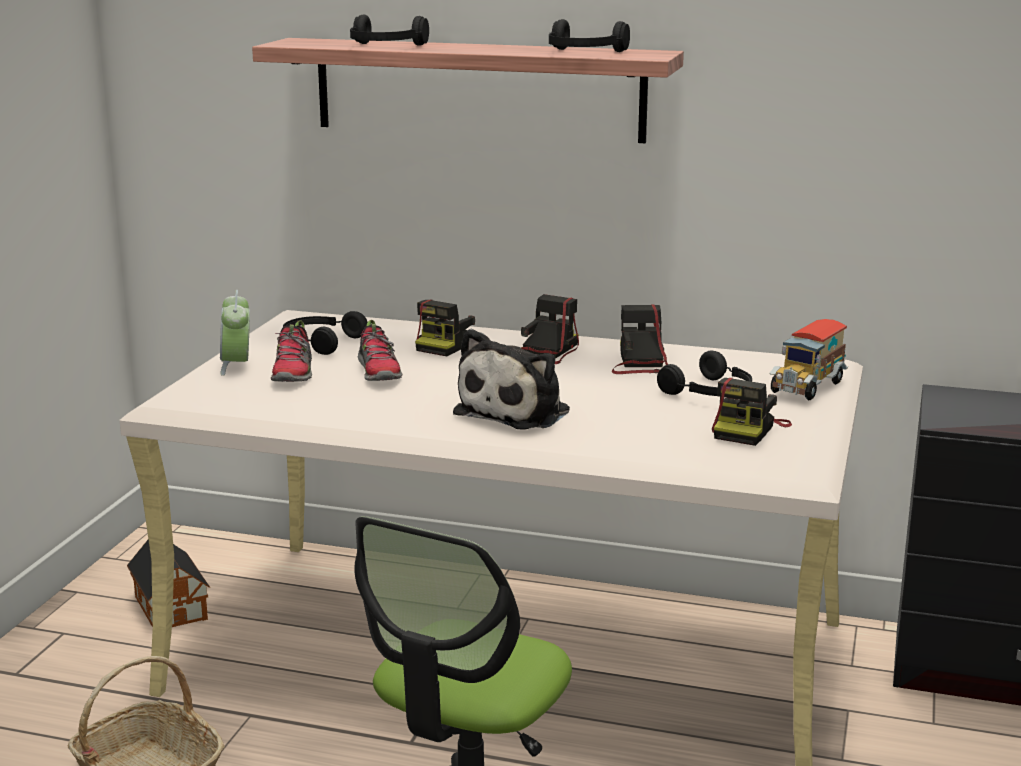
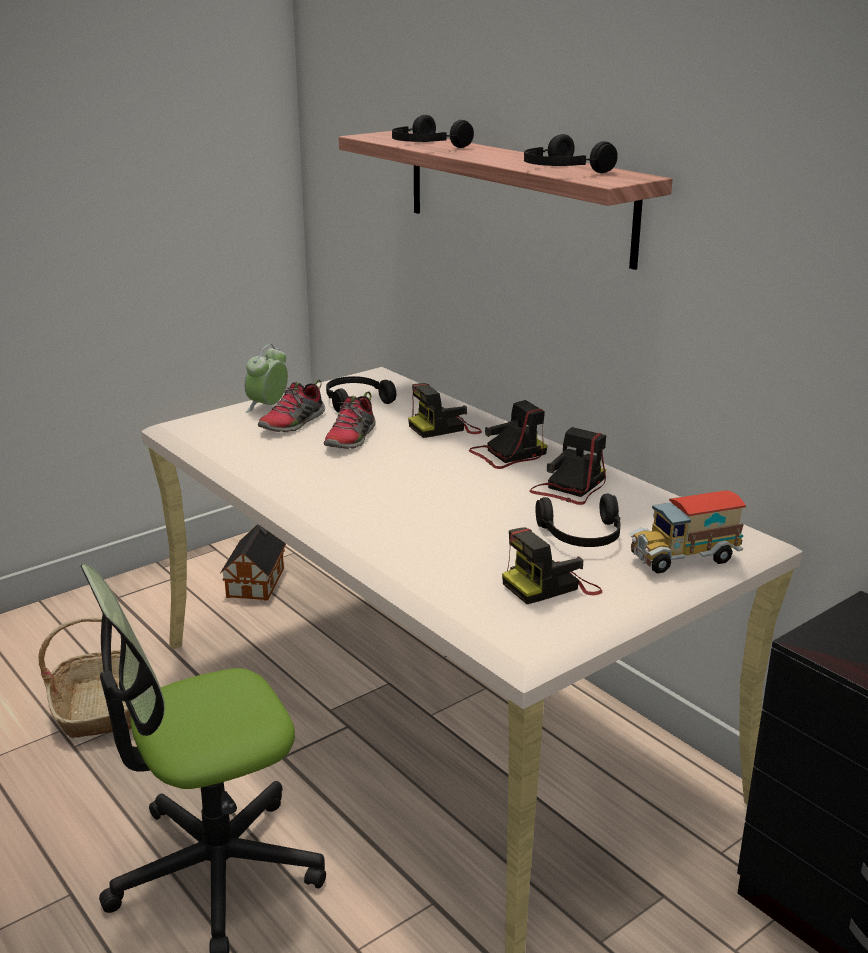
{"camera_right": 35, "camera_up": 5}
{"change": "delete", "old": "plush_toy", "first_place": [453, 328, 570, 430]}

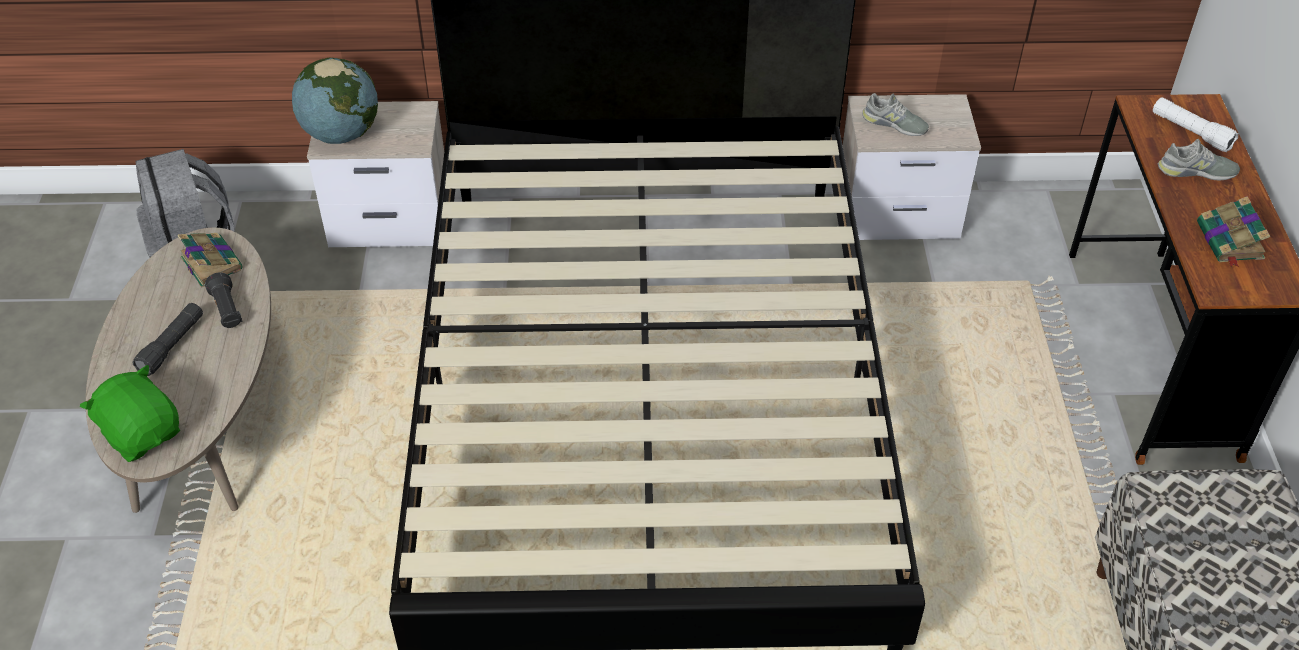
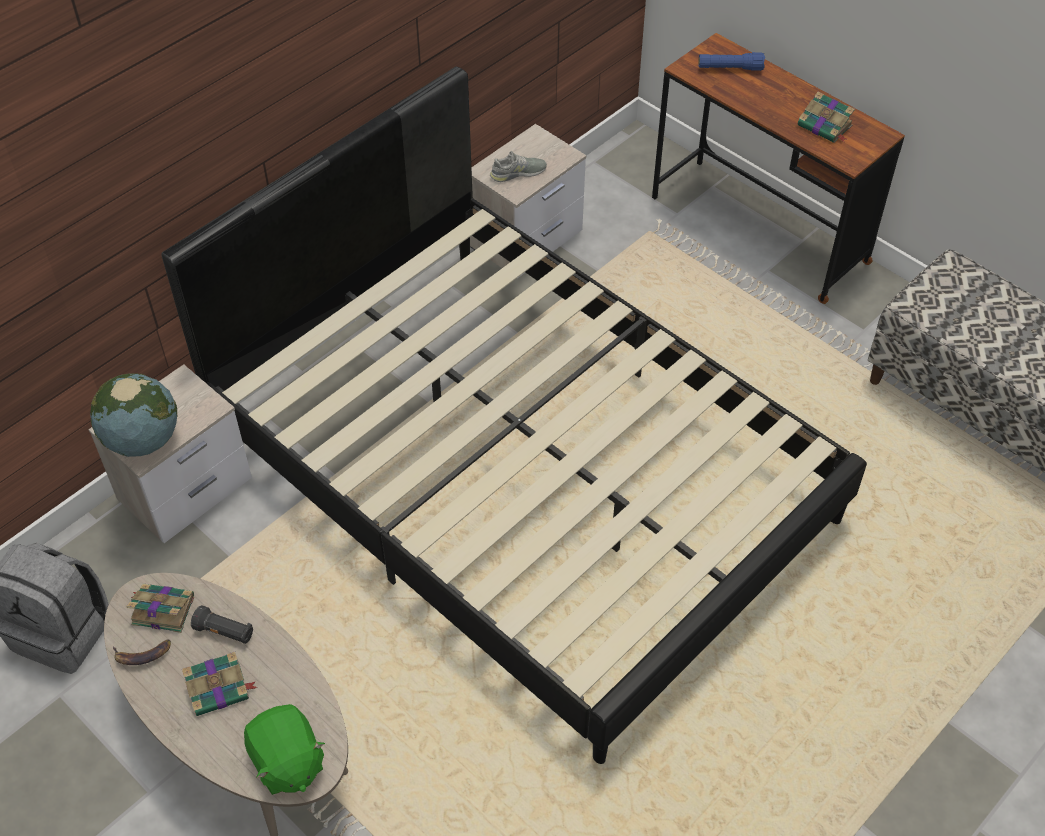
{"camera_right": -45, "camera_up": 5}
{"change": "rotate", "old": "green_plush_toy", "first_place": [80, 365, 180, 462], "second_place": [244, 704, 325, 795], "degrees": -120}
{"change": "replace", "old": "black_flashlight", "new": "book", "first_place": [133, 303, 203, 376], "second_place": [182, 652, 258, 716]}
{"change": "recolor", "old": "white_flashlight", "new": "blue_flashlight", "first_place": [1153, 98, 1238, 152], "second_place": [698, 52, 765, 71]}
{"change": "delete", "old": "grey_shoe", "first_place": [1158, 139, 1240, 180]}
{"change": "insert", "new": "banana", "second_place": [113, 639, 171, 665]}

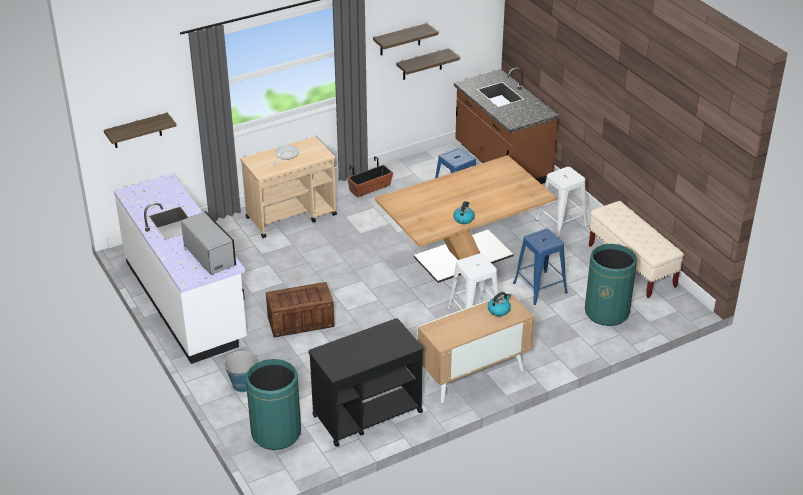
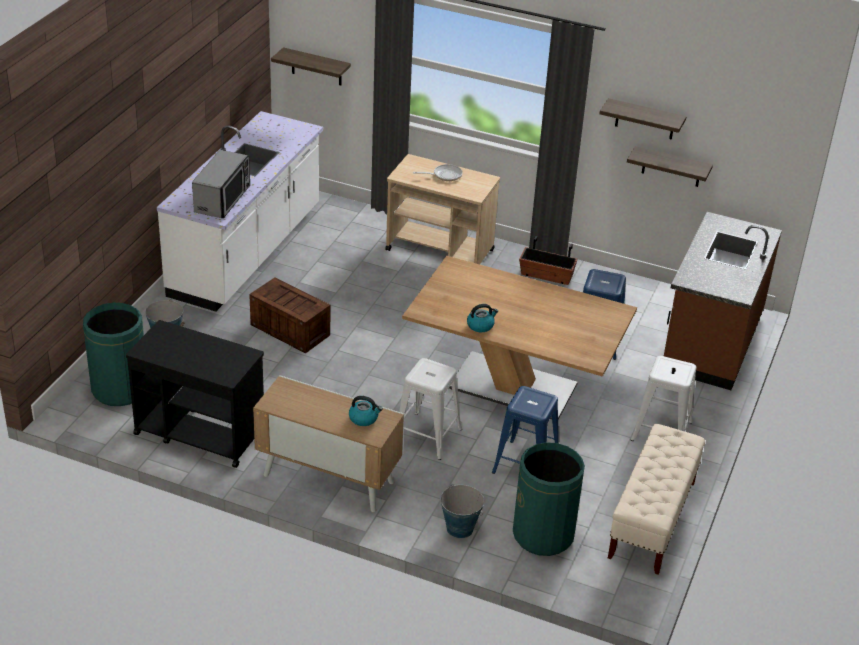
{"camera_right": 50, "camera_up": 0}
{"change": "insert", "new": "bucket", "second_place": [441, 485, 484, 538]}

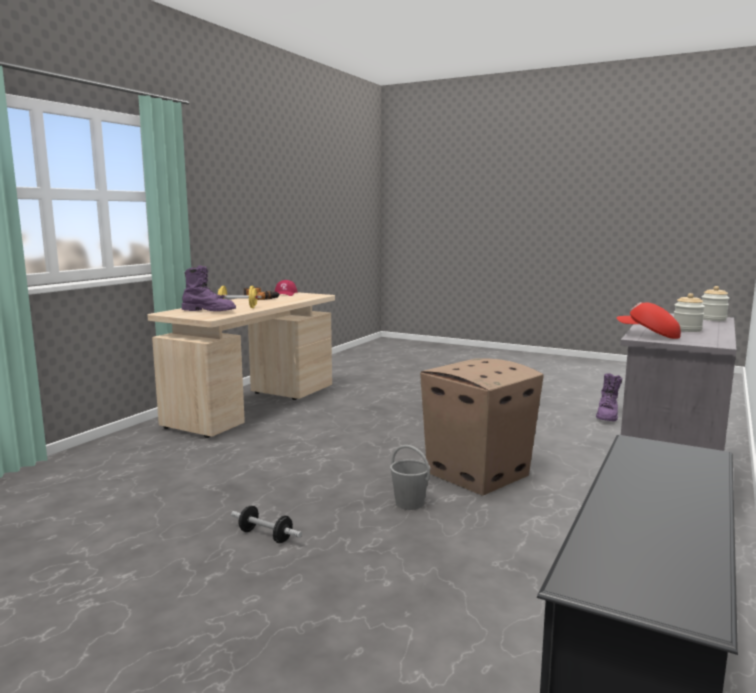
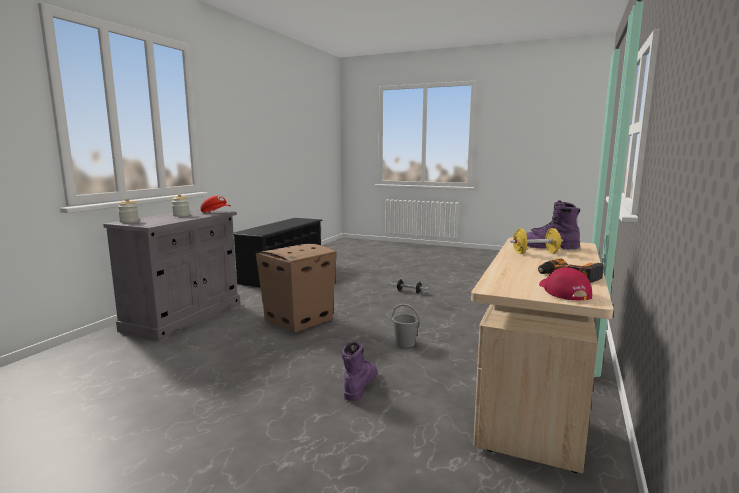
{"camera_right": 175, "camera_up": 0}
{"change": "move", "old": "grey_bucket", "first_place": [390, 445, 430, 510], "second_place": [392, 304, 420, 348]}
{"change": "move", "old": "purple_boot", "first_place": [596, 373, 622, 421], "second_place": [341, 342, 377, 401]}

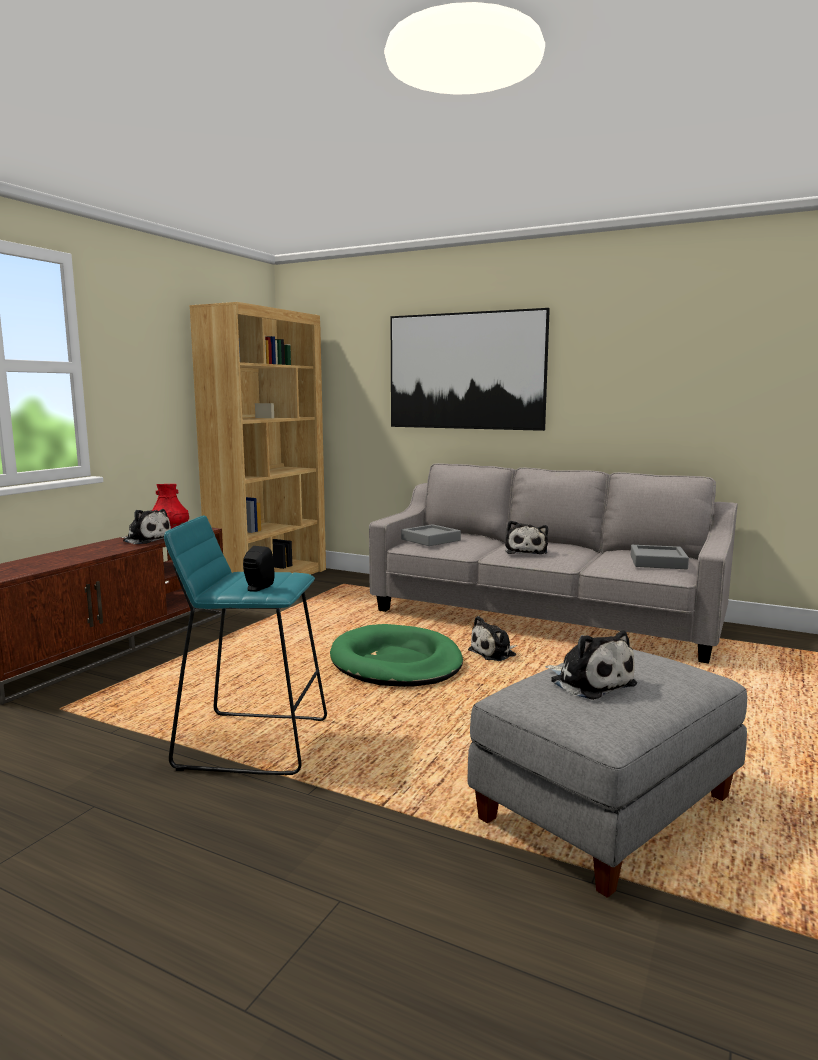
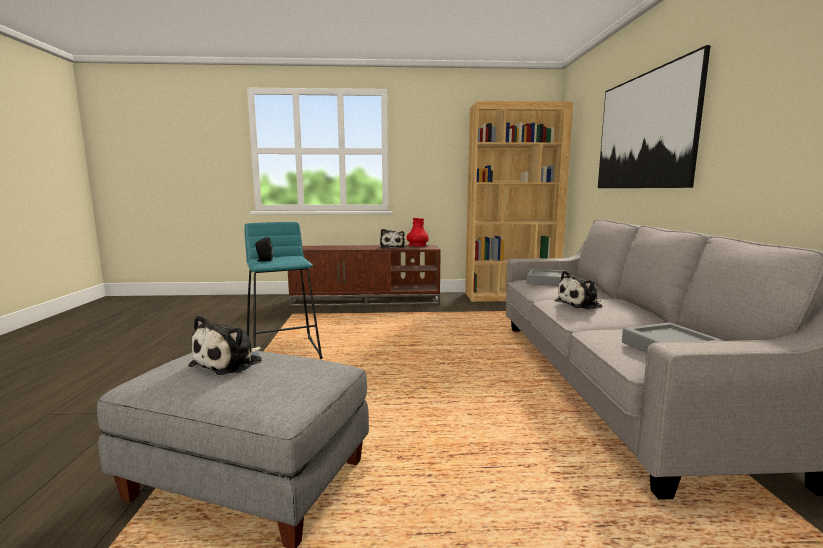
{"camera_right": 60, "camera_up": 0}
{"change": "delete", "old": "green_dog_bed", "first_place": [330, 624, 463, 687]}
{"change": "delete", "old": "plush_toy", "first_place": [468, 616, 517, 661]}

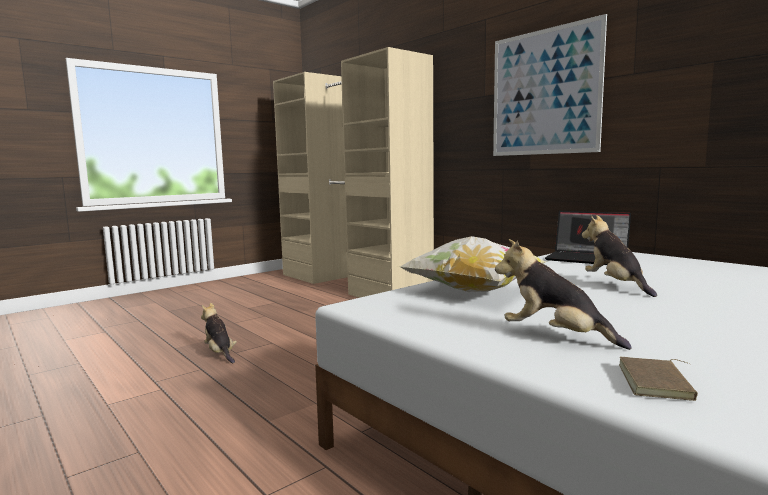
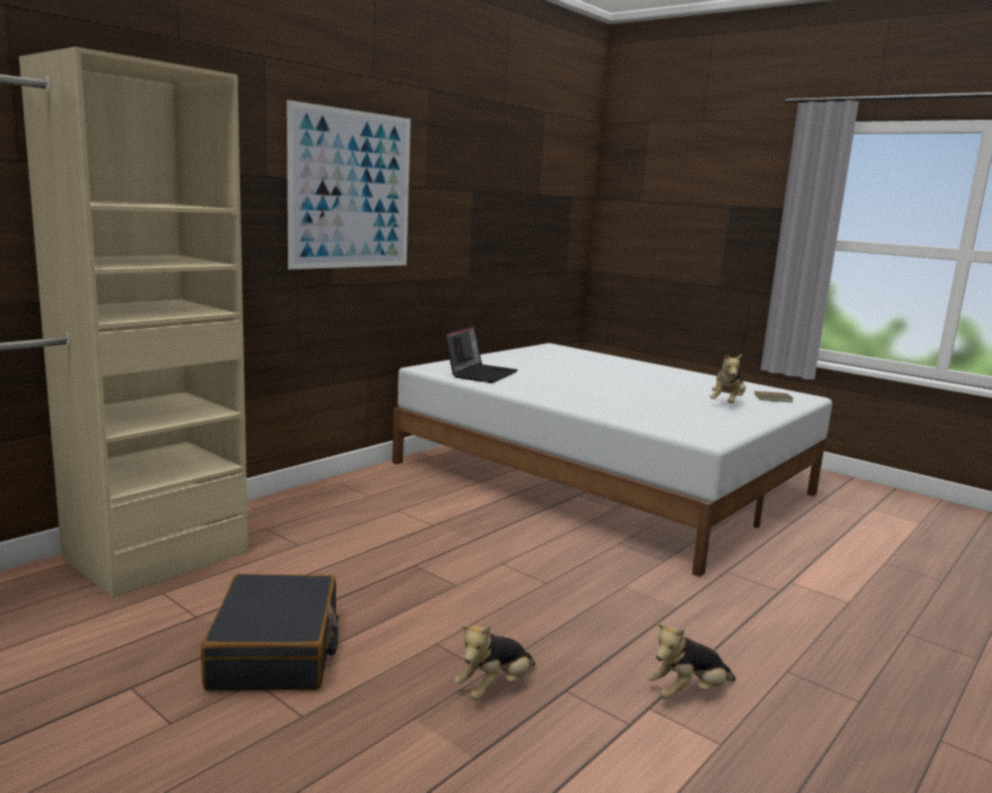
{"camera_right": -100, "camera_up": 5}
{"change": "delete", "old": "pillow", "first_place": [399, 236, 547, 292]}
{"change": "move", "old": "plush_toy", "first_place": [582, 215, 657, 297], "second_place": [648, 623, 735, 699]}
{"change": "insert", "new": "black_suitcase", "second_place": [201, 574, 339, 691]}

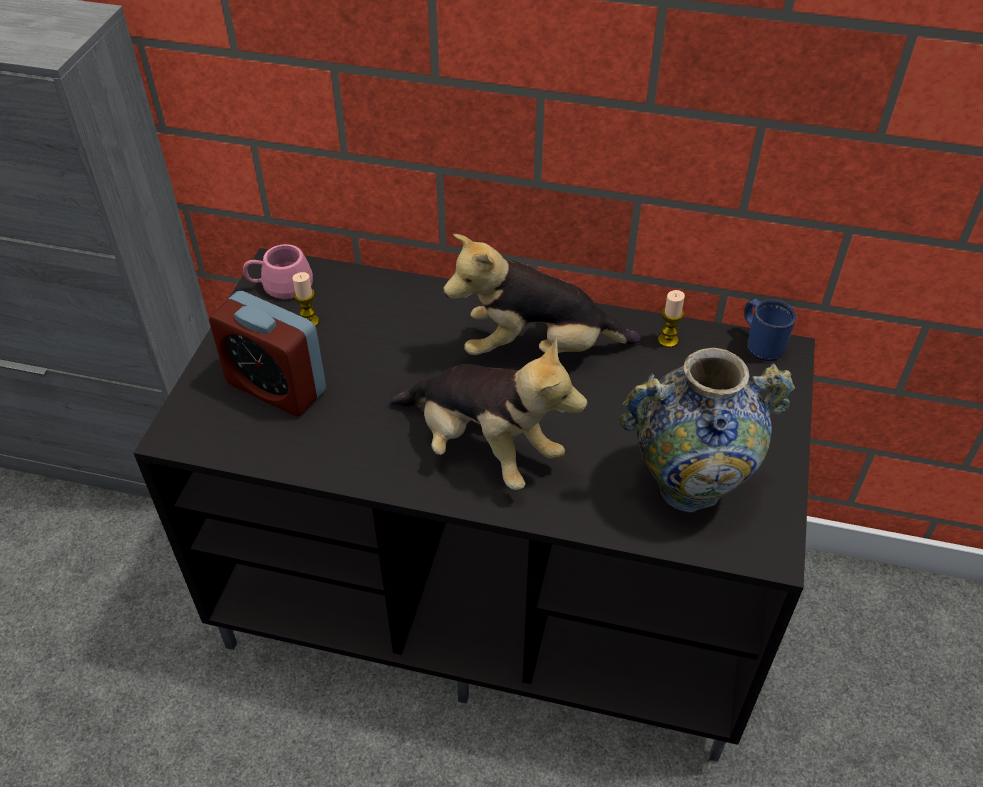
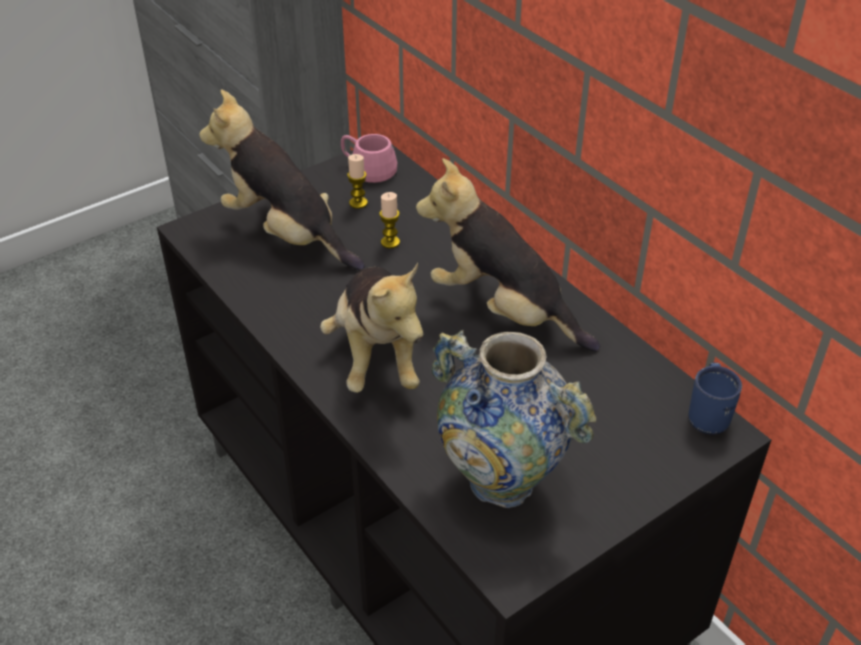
{"camera_right": 40, "camera_up": -5}
{"change": "replace", "old": "alarm_clock", "new": "plush_toy", "first_place": [209, 291, 326, 416], "second_place": [199, 89, 365, 271]}
{"change": "move", "old": "candle", "first_place": [658, 290, 685, 348], "second_place": [379, 192, 400, 249]}

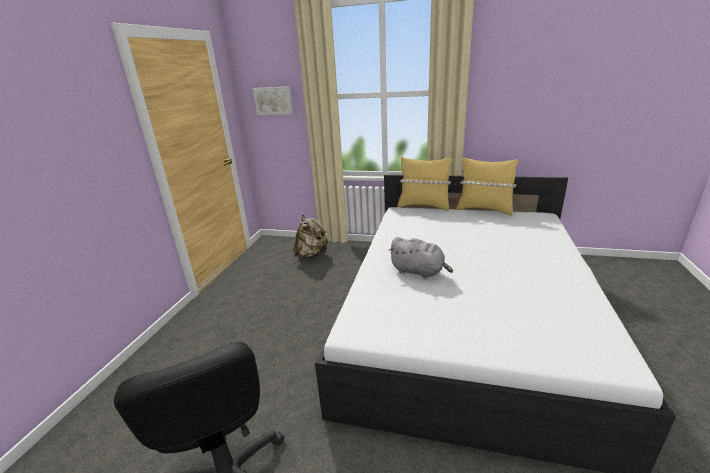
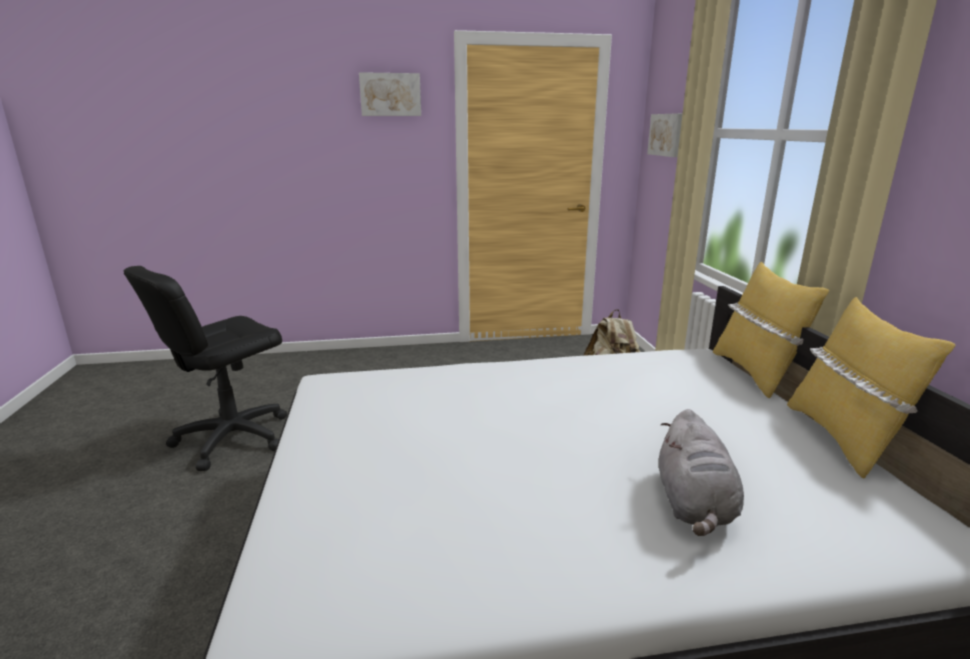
{"camera_right": 65, "camera_up": -5}
{"change": "move", "old": "grey_plush_toy", "first_place": [388, 237, 453, 279], "second_place": [659, 409, 744, 536]}
{"change": "insert", "new": "picture", "second_place": [359, 72, 421, 116]}

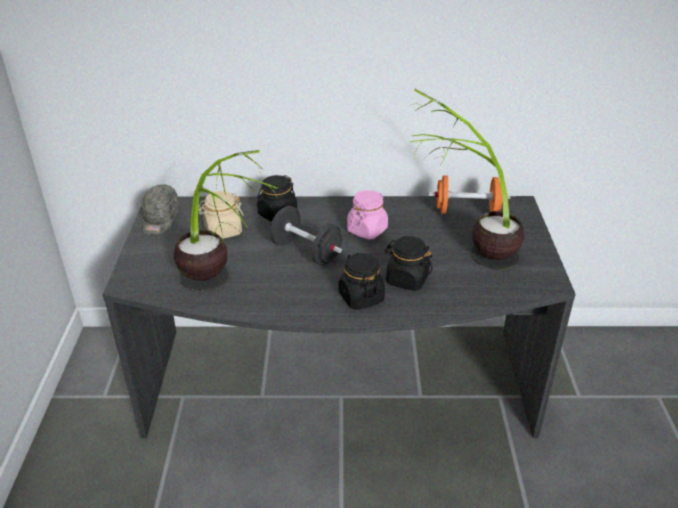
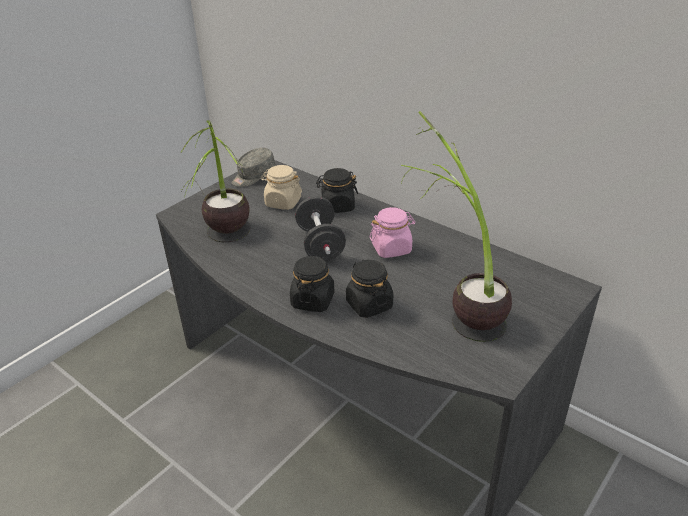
{"camera_right": 40, "camera_up": 0}
{"change": "delete", "old": "orange_dumbbell", "first_place": [429, 175, 511, 214]}

